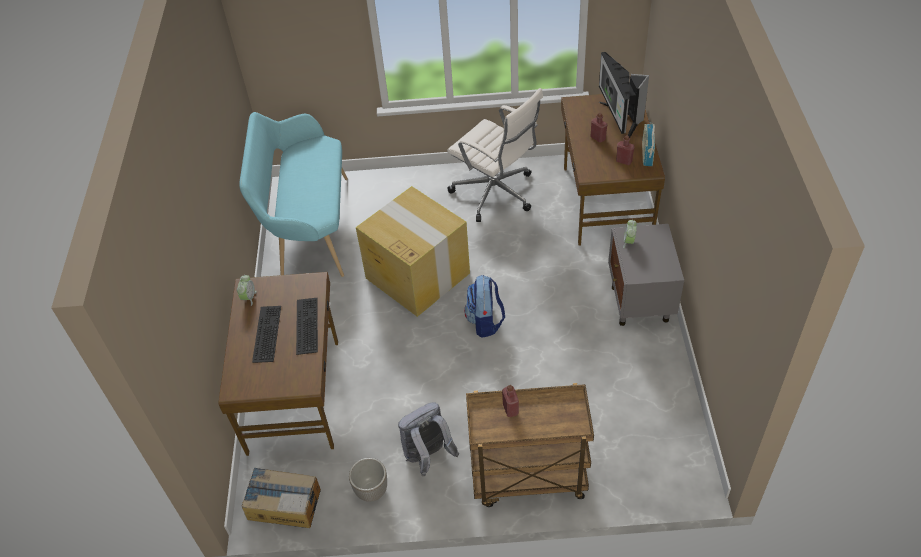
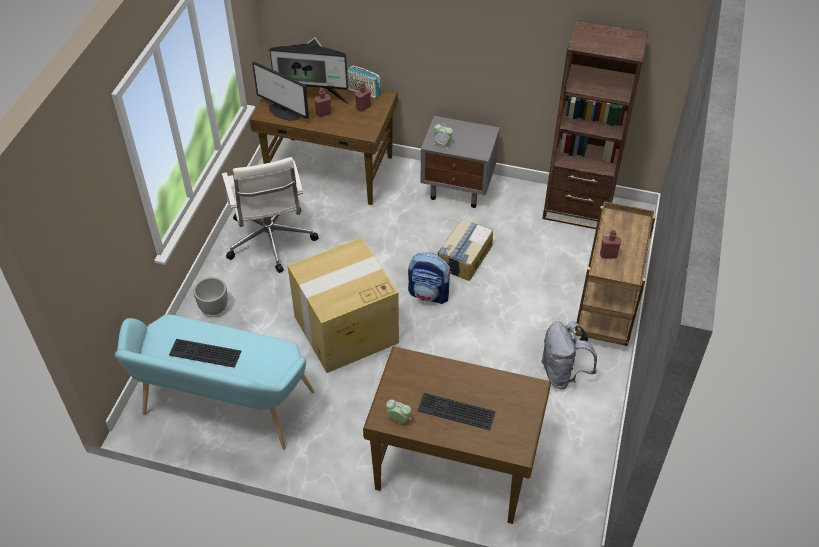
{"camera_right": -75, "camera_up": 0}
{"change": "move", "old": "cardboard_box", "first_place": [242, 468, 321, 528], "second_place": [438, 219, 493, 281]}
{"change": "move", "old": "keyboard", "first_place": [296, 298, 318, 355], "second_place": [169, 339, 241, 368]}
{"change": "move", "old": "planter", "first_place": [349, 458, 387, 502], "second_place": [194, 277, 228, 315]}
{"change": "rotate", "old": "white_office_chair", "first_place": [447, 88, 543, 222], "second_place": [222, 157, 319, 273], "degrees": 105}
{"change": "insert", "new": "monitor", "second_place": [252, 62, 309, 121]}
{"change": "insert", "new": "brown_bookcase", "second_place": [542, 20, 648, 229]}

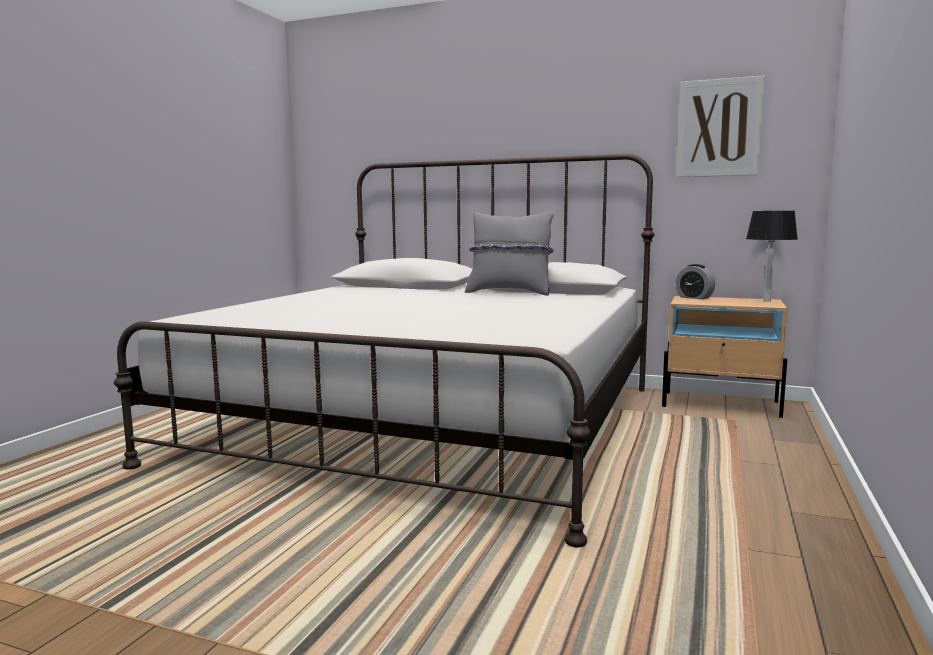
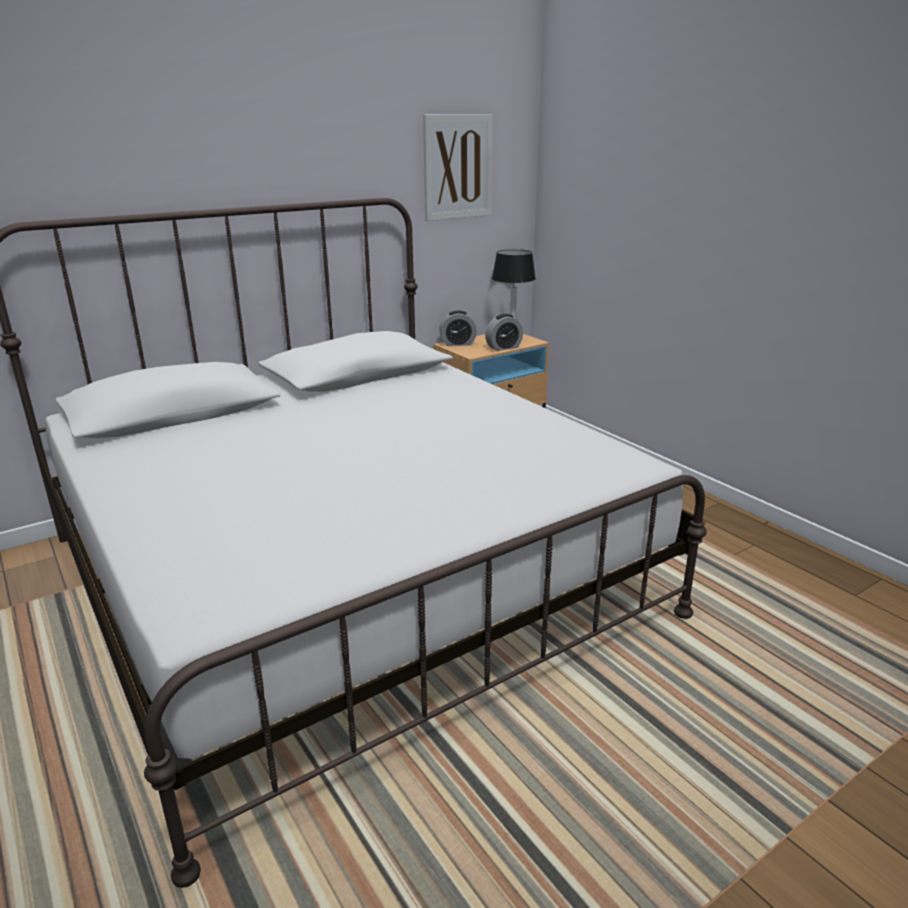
{"camera_right": -55, "camera_up": 15}
{"change": "delete", "old": "grey_pillow", "first_place": [465, 212, 554, 296]}
{"change": "insert", "new": "alarm_clock", "second_place": [485, 314, 523, 351]}

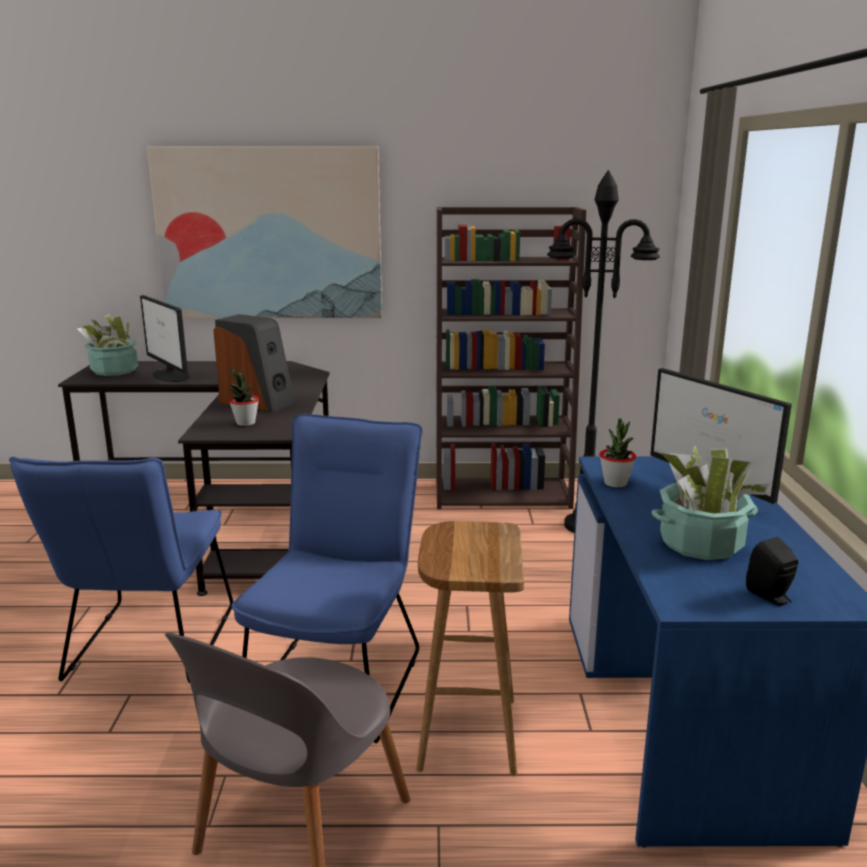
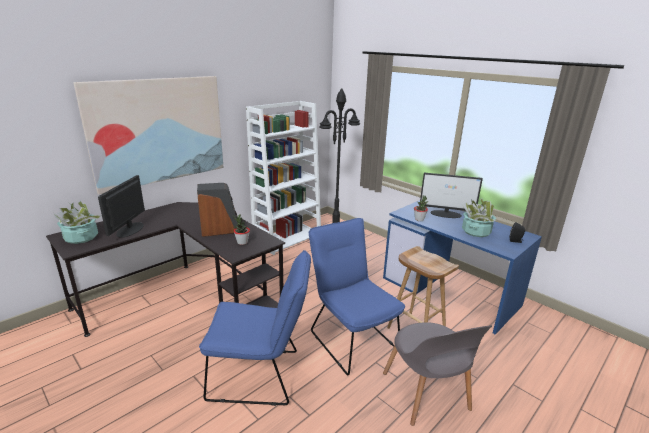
{"camera_right": -45, "camera_up": 5}
{"change": "rotate", "old": "blue_chair", "first_place": [9, 457, 233, 683], "second_place": [199, 250, 311, 406], "degrees": -45}
{"change": "rotate", "old": "monitor", "first_place": [140, 295, 190, 382], "second_place": [98, 175, 145, 238], "degrees": 90}
{"change": "recolor", "old": "brown_bookcase", "new": "white_bookcase", "first_place": [436, 207, 586, 509], "second_place": [246, 101, 321, 255]}

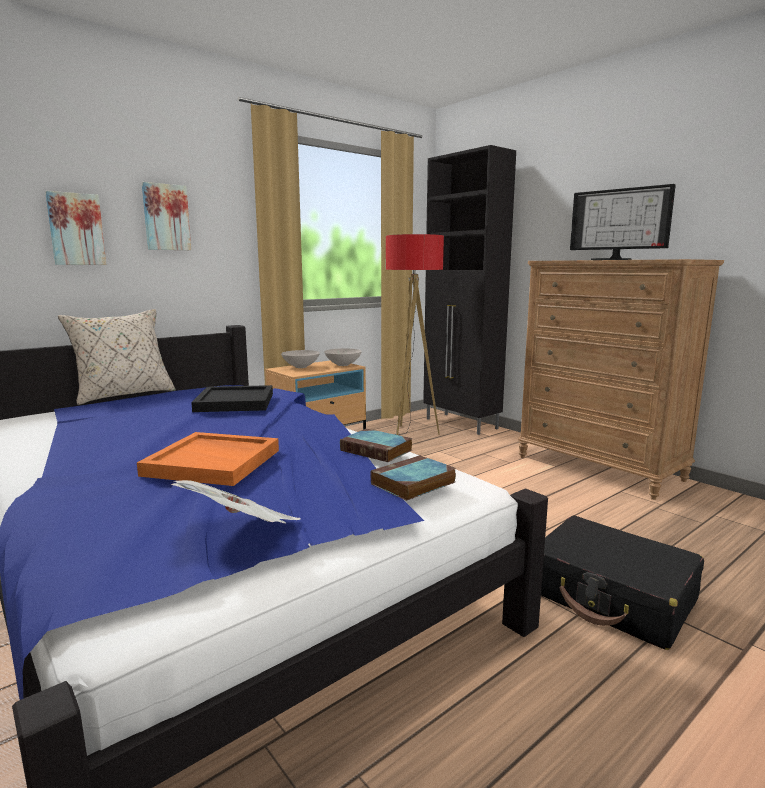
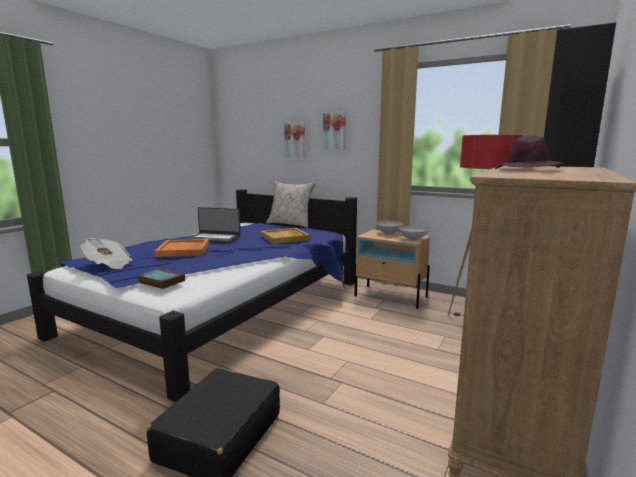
{"camera_right": 70, "camera_up": 0}
{"change": "recolor", "old": "black_tray", "new": "beige_tray", "first_place": [191, 385, 273, 412], "second_place": [261, 228, 310, 244]}
{"change": "delete", "old": "book", "first_place": [340, 429, 413, 462]}
{"change": "replace", "old": "monitor", "new": "purple_hat", "first_place": [570, 184, 676, 260], "second_place": [495, 135, 565, 170]}
{"change": "insert", "new": "laptop", "second_place": [186, 207, 241, 243]}

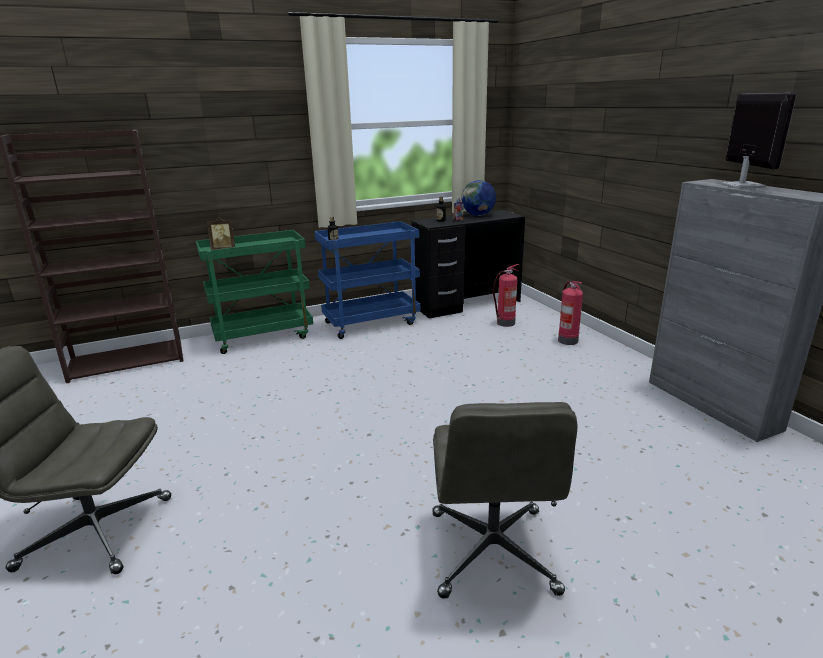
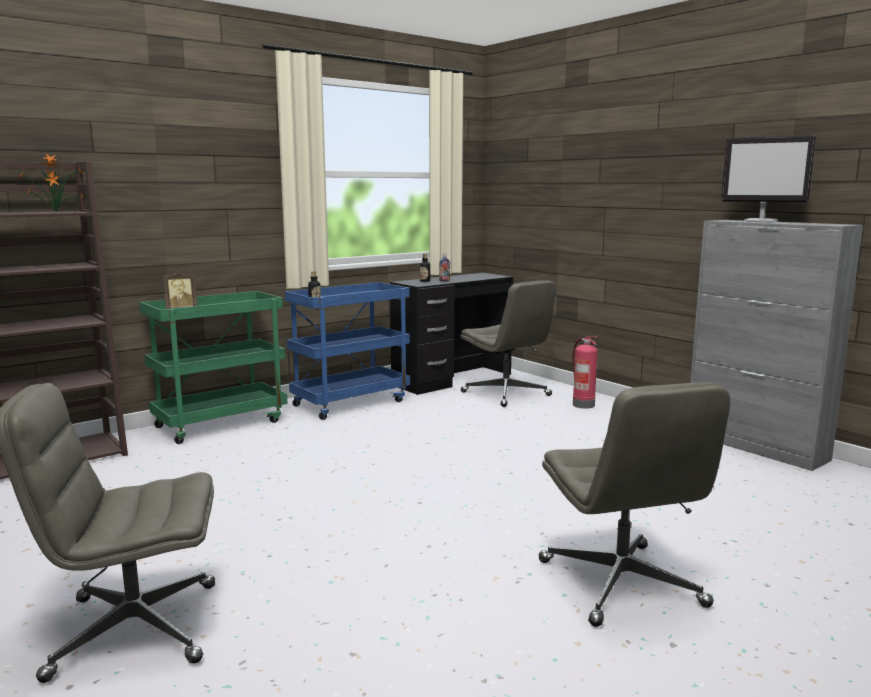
{"camera_right": -15, "camera_up": -10}
{"change": "delete", "old": "globe", "first_place": [461, 180, 496, 216]}
{"change": "replace", "old": "fire_extinguisher", "new": "grey_office_chair", "first_place": [493, 264, 520, 327], "second_place": [460, 280, 556, 407]}
{"change": "rotate", "old": "monitor", "first_place": [721, 93, 797, 189], "second_place": [721, 135, 816, 223], "degrees": 135}
{"change": "insert", "new": "potted_plant", "second_place": [18, 153, 83, 212]}

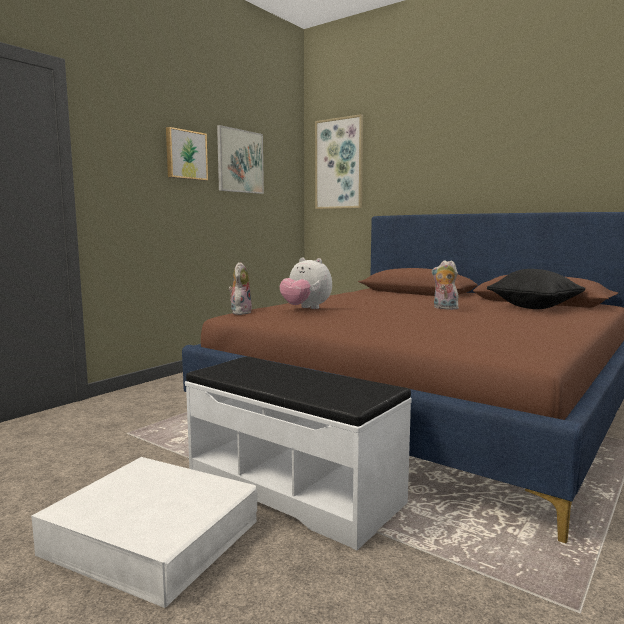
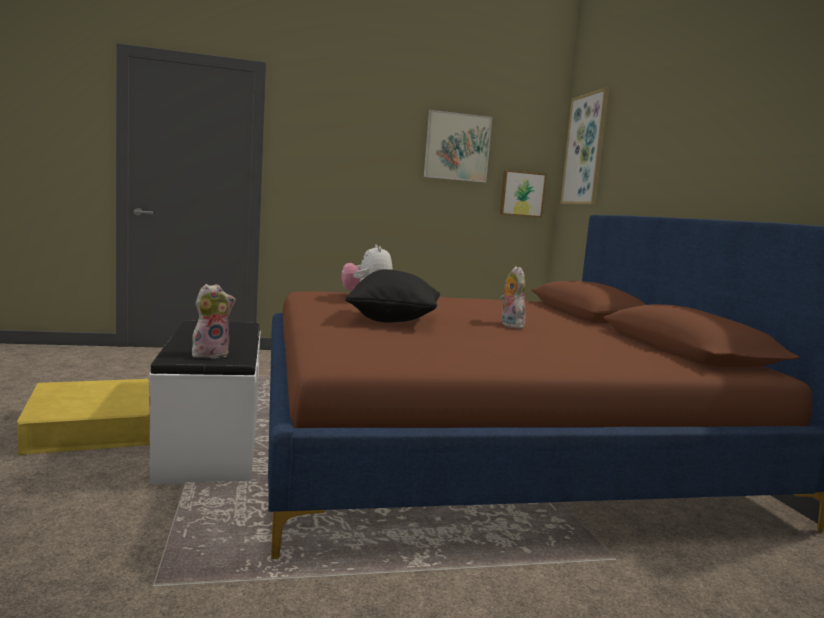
{"camera_right": 40, "camera_up": 0}
{"change": "recolor", "old": "white_storage_box", "new": "yellow_storage_box", "first_place": [31, 457, 258, 608], "second_place": [17, 379, 150, 455]}
{"change": "move", "old": "picture", "first_place": [166, 127, 208, 181], "second_place": [500, 170, 547, 217]}
{"change": "move", "old": "plush_toy", "first_place": [228, 262, 252, 315], "second_place": [192, 284, 236, 359]}
{"change": "move", "old": "black_pillow", "first_place": [487, 269, 586, 309], "second_place": [345, 269, 440, 322]}

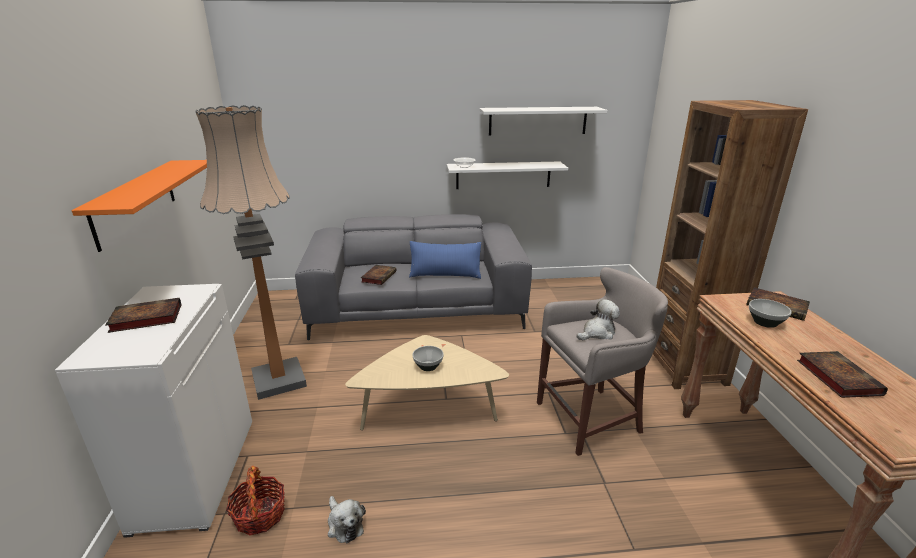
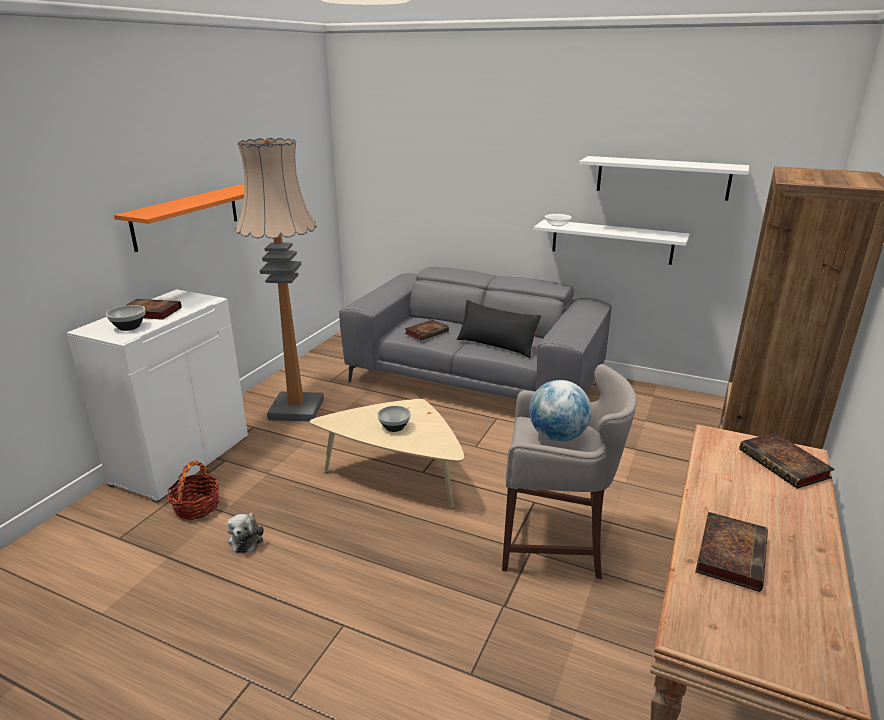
{"camera_right": 30, "camera_up": 0}
{"change": "recolor", "old": "blue_pillow", "new": "black_pillow", "first_place": [409, 241, 481, 279], "second_place": [457, 300, 541, 358]}
{"change": "replace", "old": "plush_toy", "new": "globe", "first_place": [576, 299, 620, 340], "second_place": [529, 380, 591, 442]}
{"change": "move", "old": "bowl", "first_place": [749, 299, 792, 328], "second_place": [106, 305, 145, 331]}

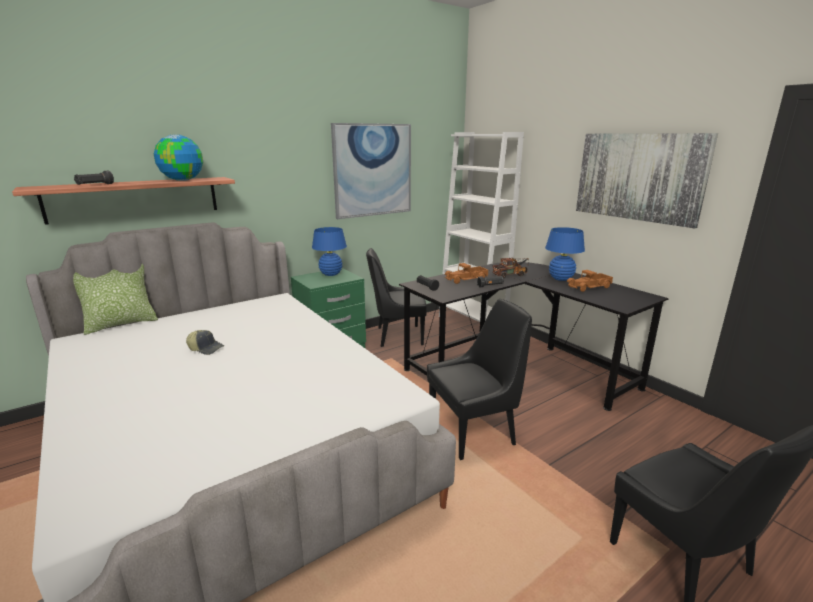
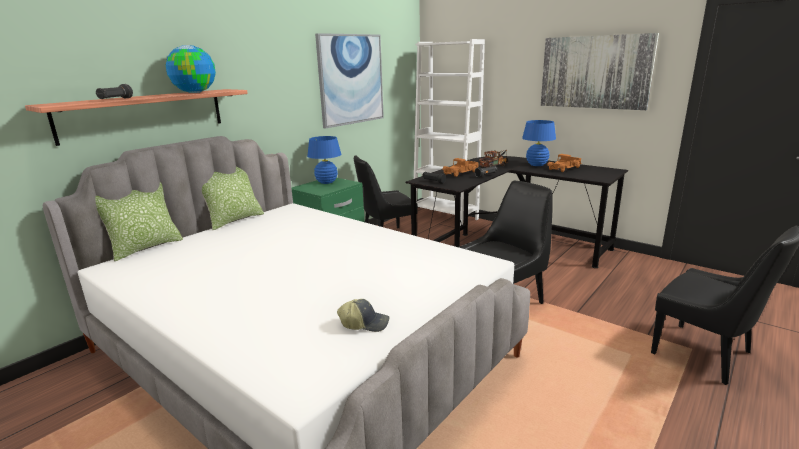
{"camera_right": -15, "camera_up": 0}
{"change": "move", "old": "cap", "first_place": [186, 330, 224, 355], "second_place": [337, 299, 389, 332]}
{"change": "insert", "new": "pillow", "second_place": [202, 167, 264, 230]}

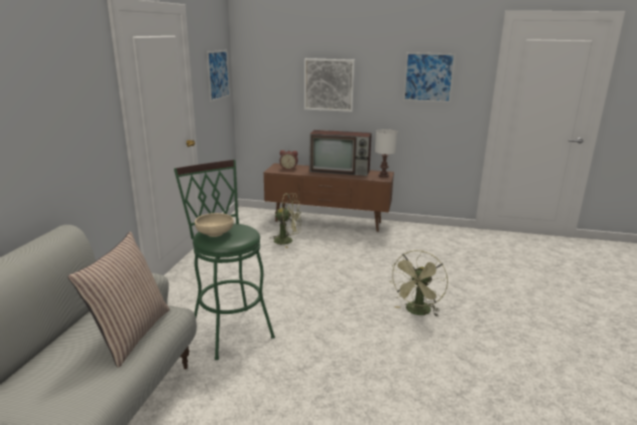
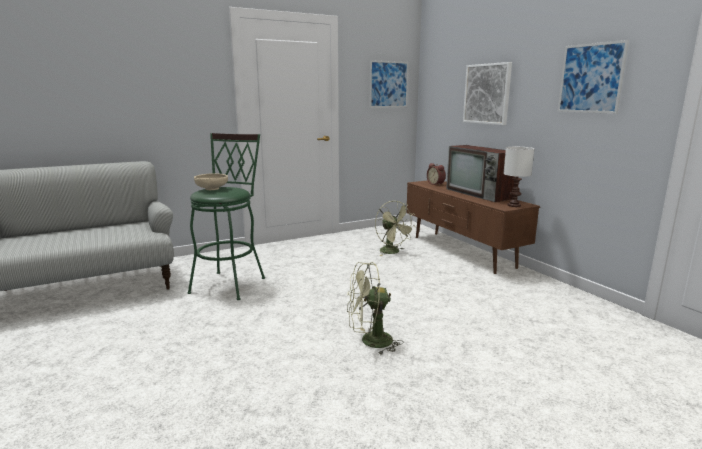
{"camera_right": 50, "camera_up": -5}
{"change": "delete", "old": "pillow", "first_place": [68, 231, 170, 368]}

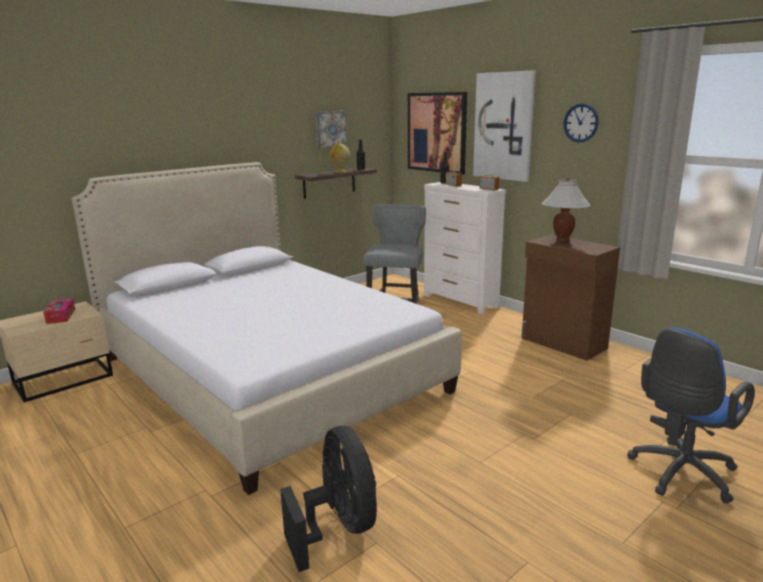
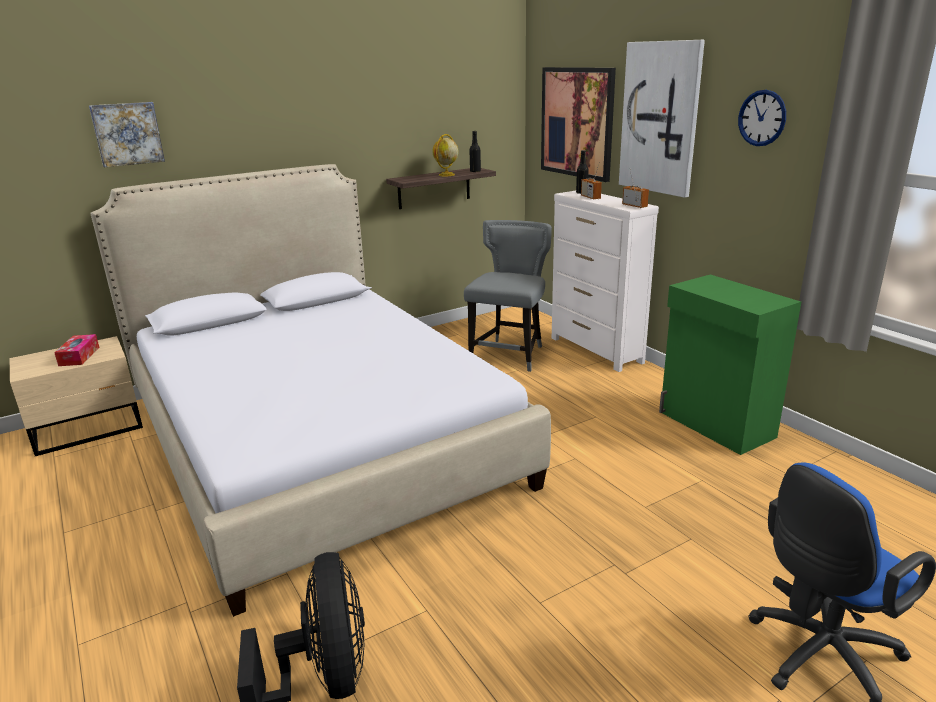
{"camera_right": 10, "camera_up": 5}
{"change": "move", "old": "picture", "first_place": [315, 111, 347, 149], "second_place": [89, 102, 165, 167]}
{"change": "recolor", "old": "brown_cabinet", "new": "green_cabinet", "first_place": [521, 235, 620, 361], "second_place": [659, 274, 801, 455]}
{"change": "delete", "old": "white_table_lamp", "first_place": [541, 178, 591, 243]}

